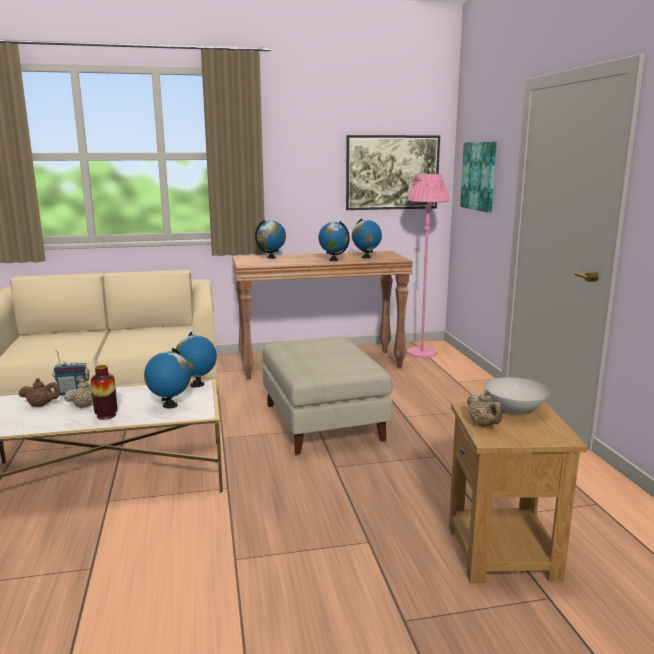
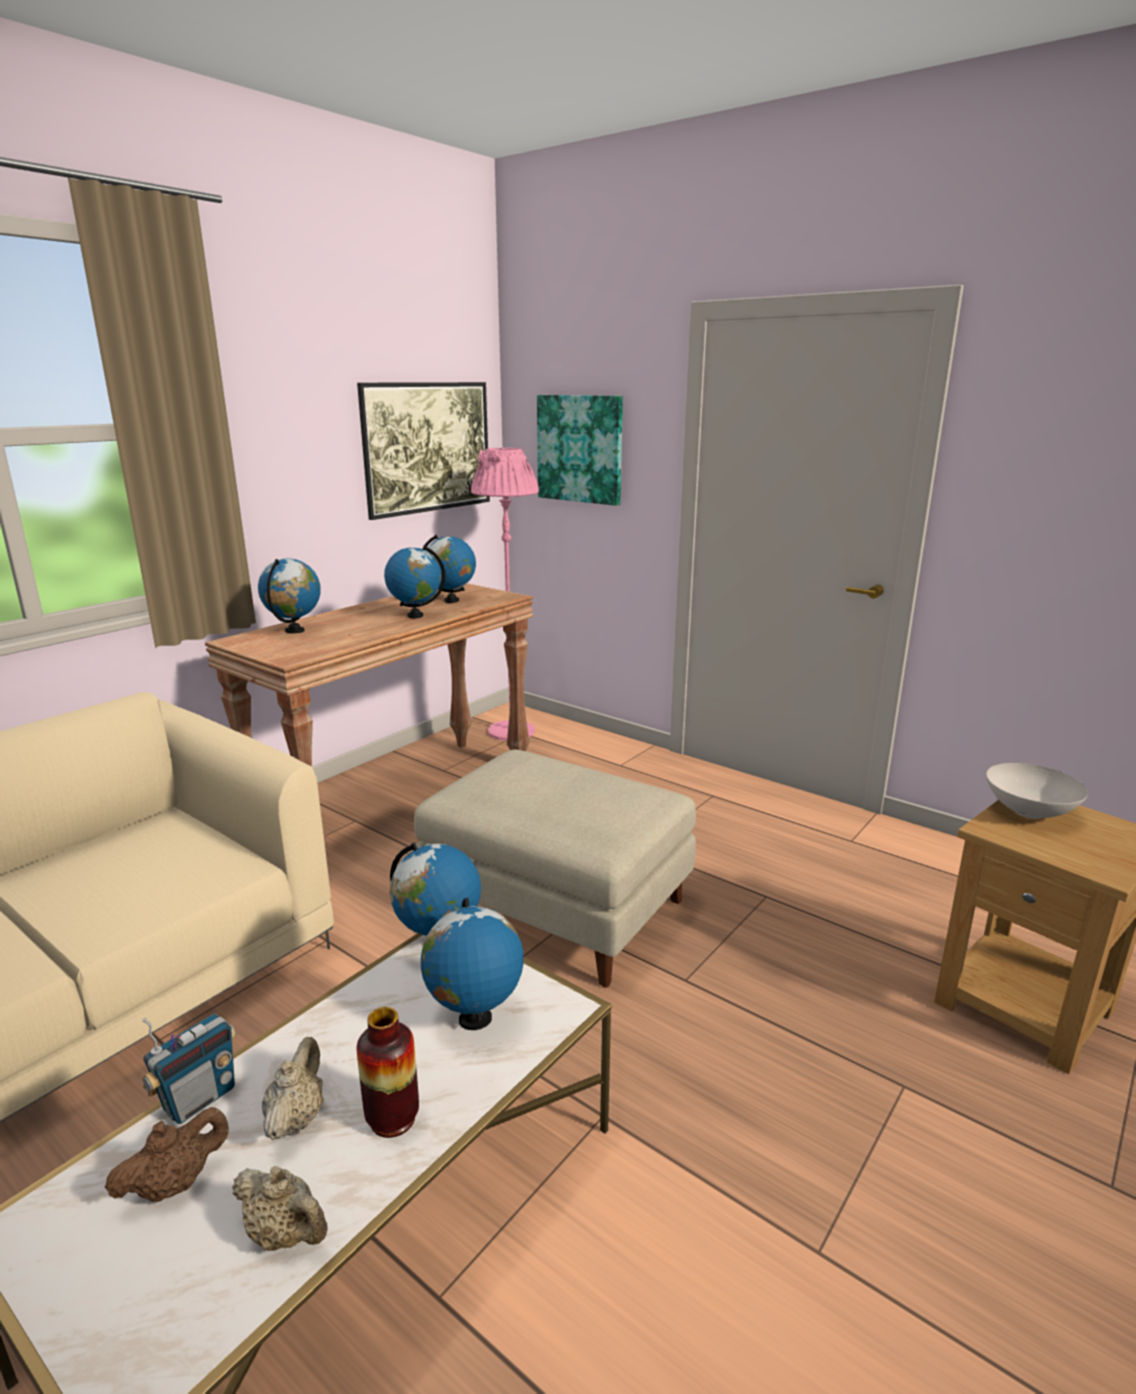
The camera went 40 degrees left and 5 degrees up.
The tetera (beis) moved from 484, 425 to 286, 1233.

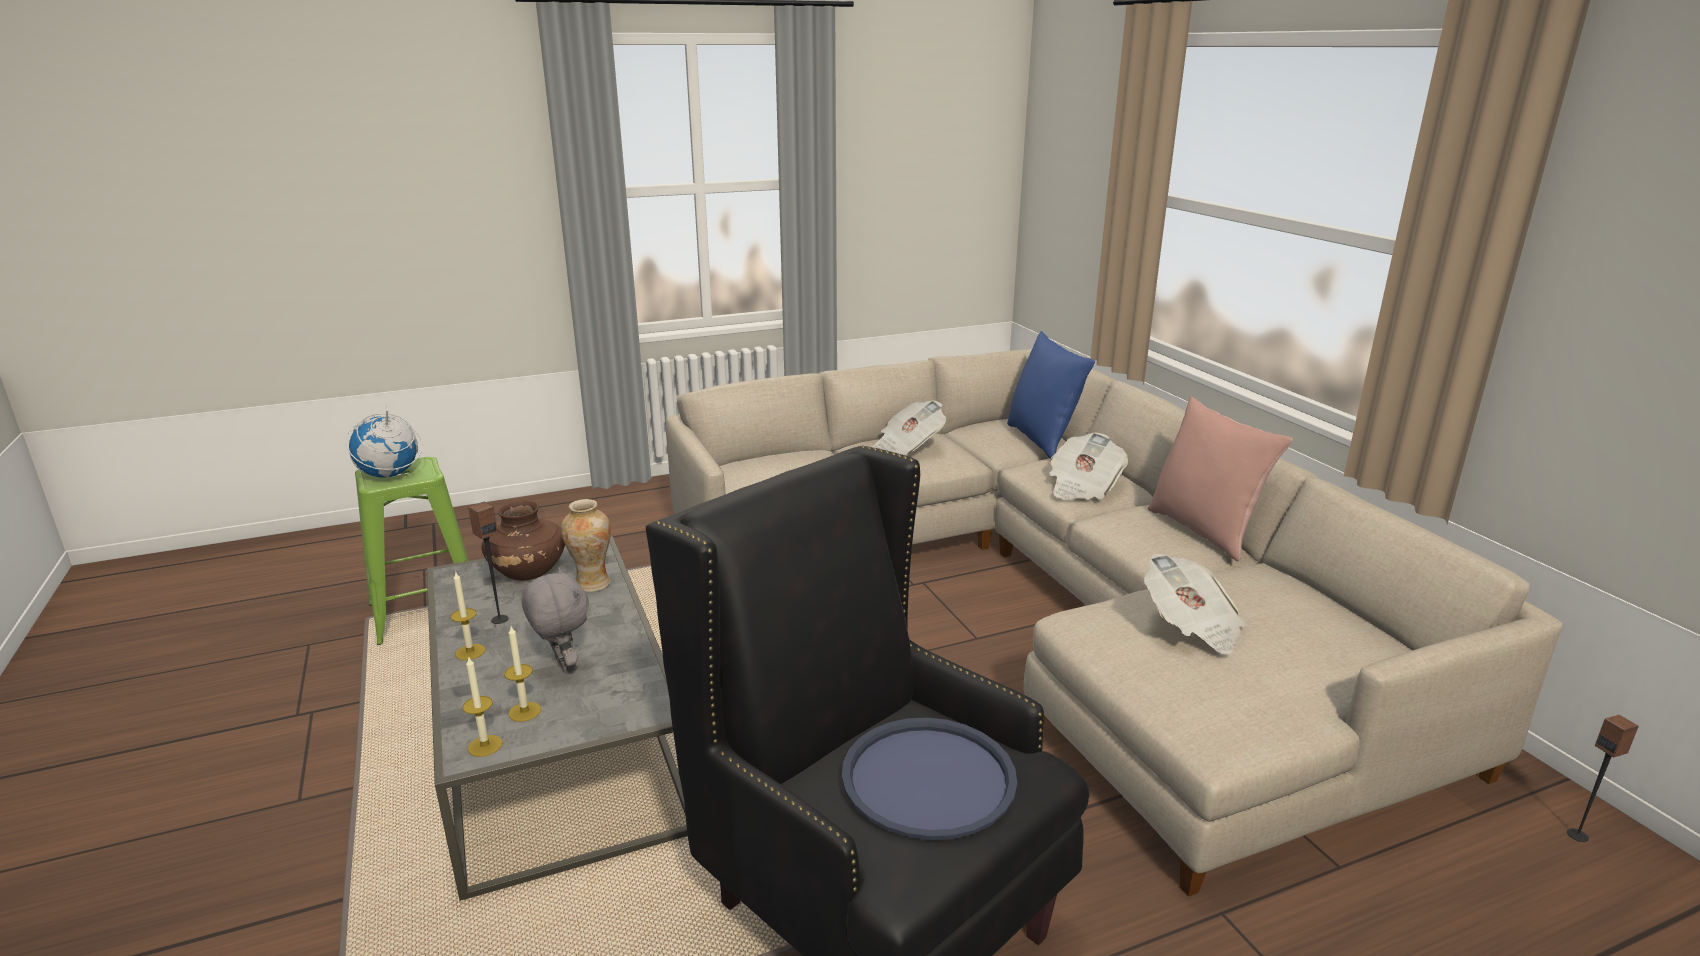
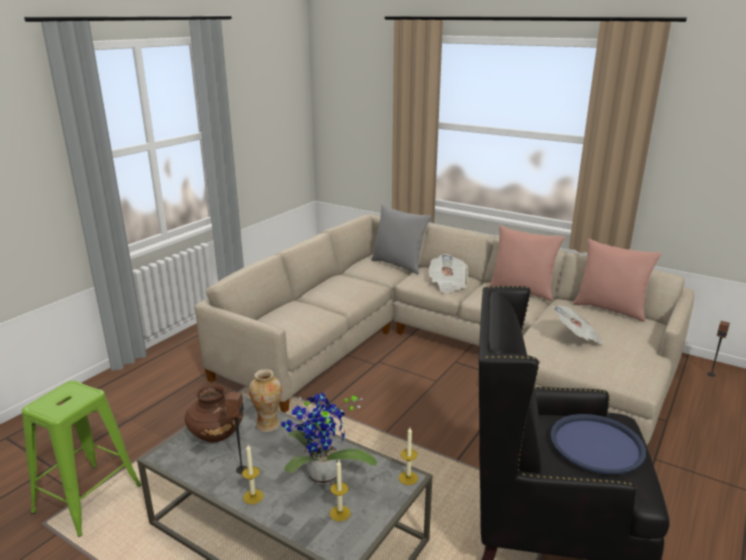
The camera went 35 degrees left and 0 degrees up.
The globo terráqueo at 389, 475 disappeared.
The vela moved from 485, 746 to 408, 478.
The peluche (gris) at 563, 666 was replaced by the planta en maceta at 322, 478.
The periódico at 907, 447 disappeared.
The cojín (azul) at 1042, 440 became the cojín (gris) at 399, 265.
The cojín (rosa) at 610, 309 appeared.

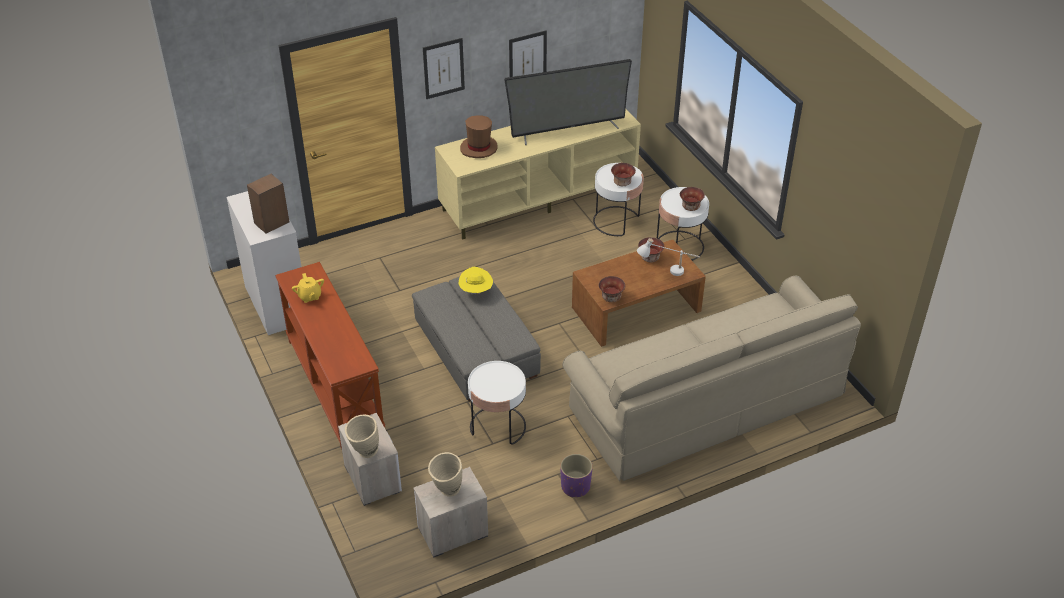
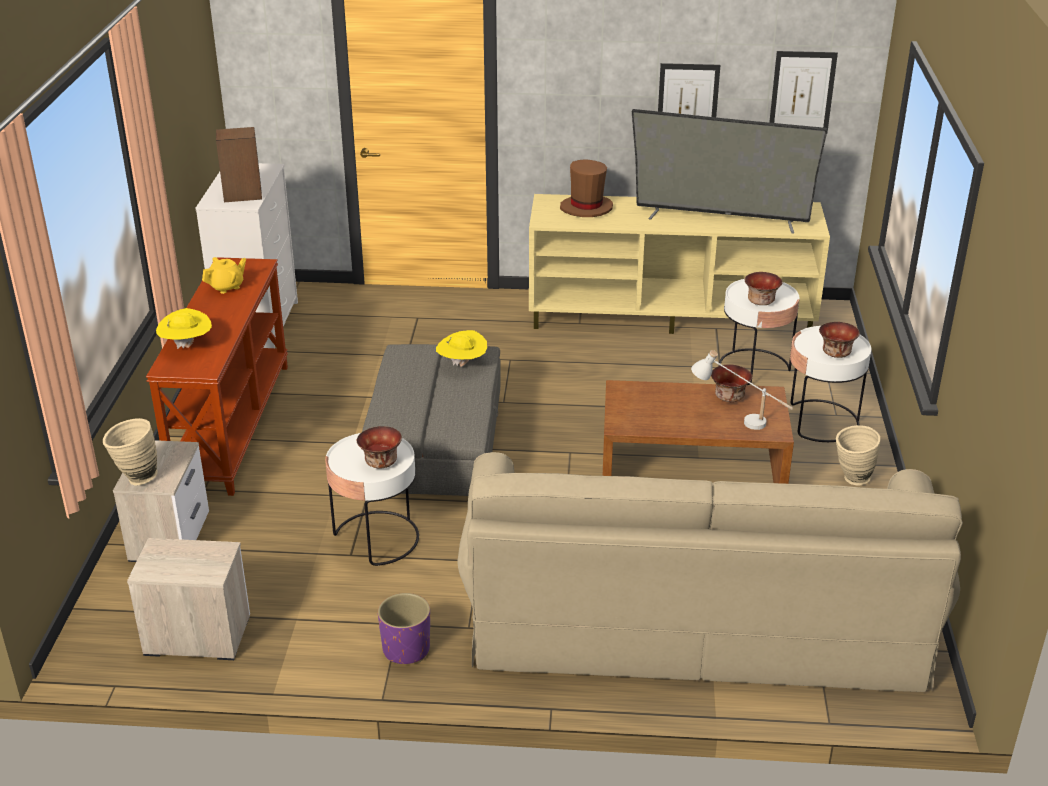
The camera went 30 degrees right and 10 degrees down.
The tetera (amarillo) at 309, 296 turned 135 degrees counterclockwise.
The cuadro moved from 443, 68 to 802, 92.
The florero (beis) moved from 447, 492 to 851, 480.
The cuenco moved from 611, 298 to 381, 463.
The sombrero (amarillo) at 187, 346 appeared.

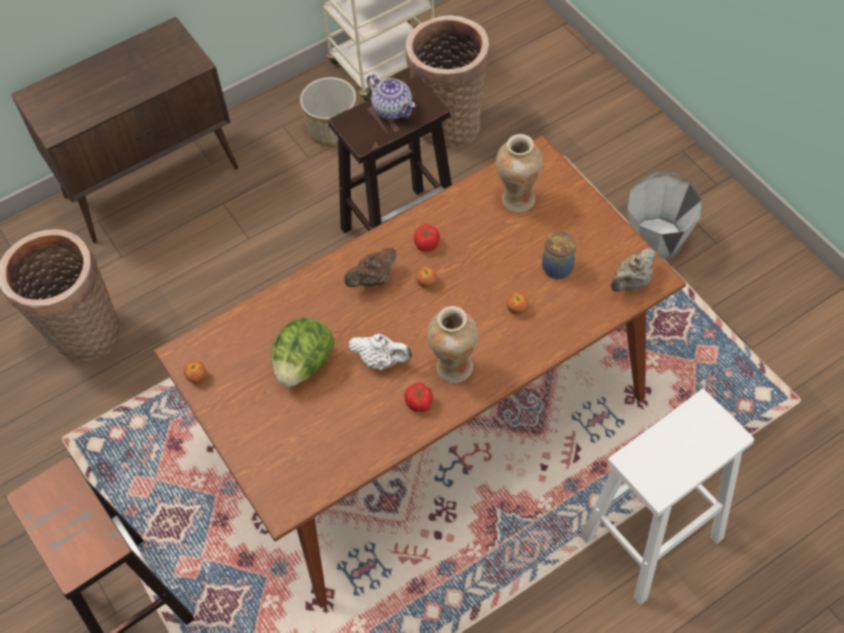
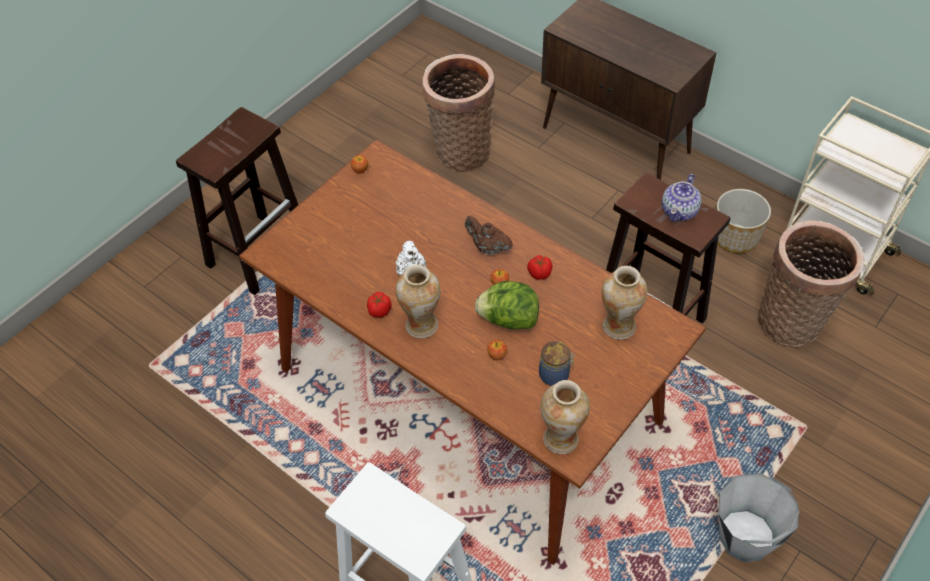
The camera went 70 degrees right and 5 degrees down.
The lechuga moved from 304, 365 to 508, 320.
The tetera (beis) at 631, 282 was replaced by the florero at 561, 438.

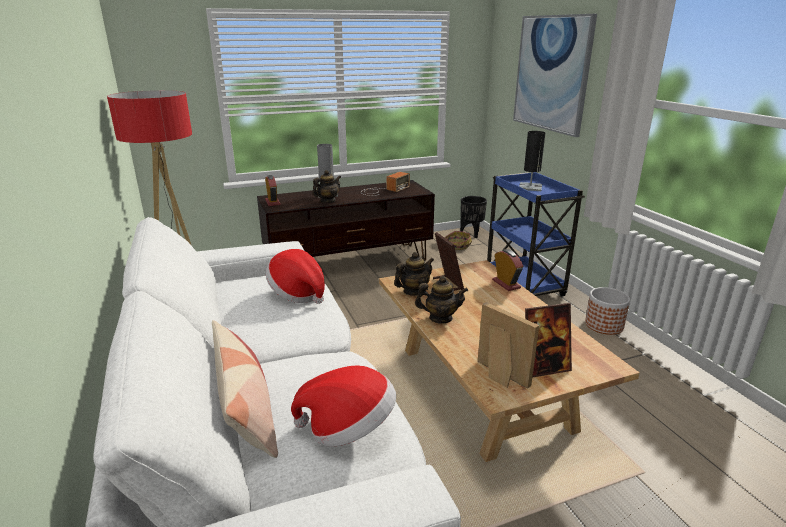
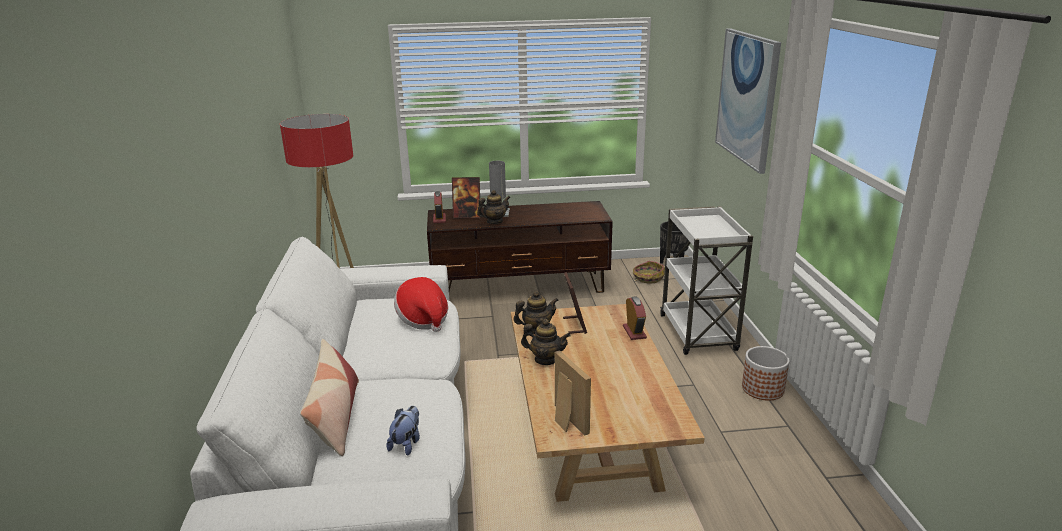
The camera went 15 degrees right and 0 degrees up.
The sombrero at 348, 428 was replaced by the peluche at 406, 443.
The radio at 383, 190 disappeared.
The carrito (azul) at 524, 286 became the carrito (blanco) at 698, 334.
The lámpara de mesa (negro) at 530, 187 disappeared.
The portarretratos moved from 544, 368 to 467, 216.

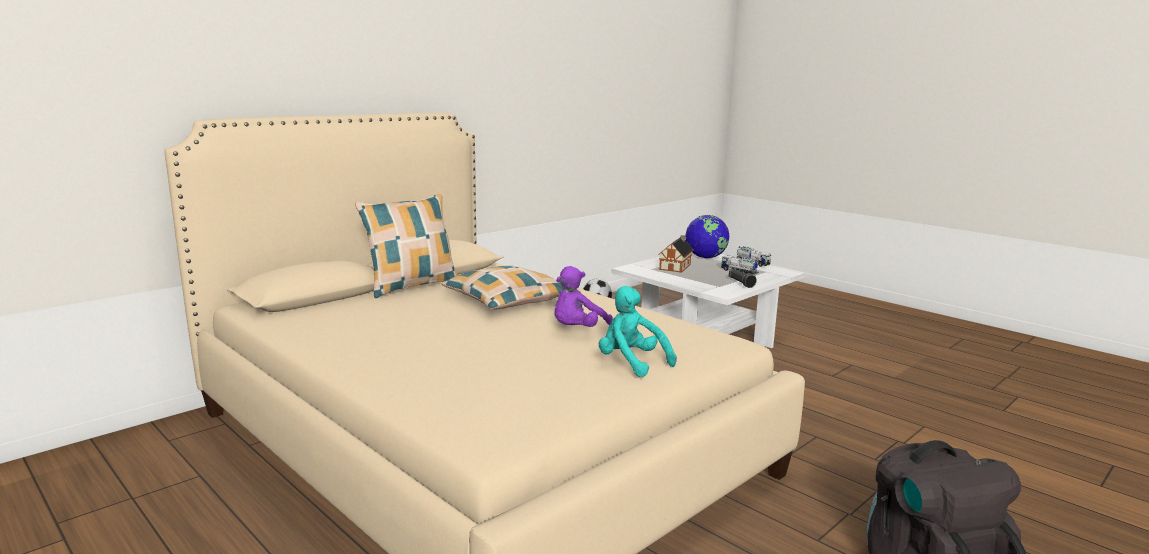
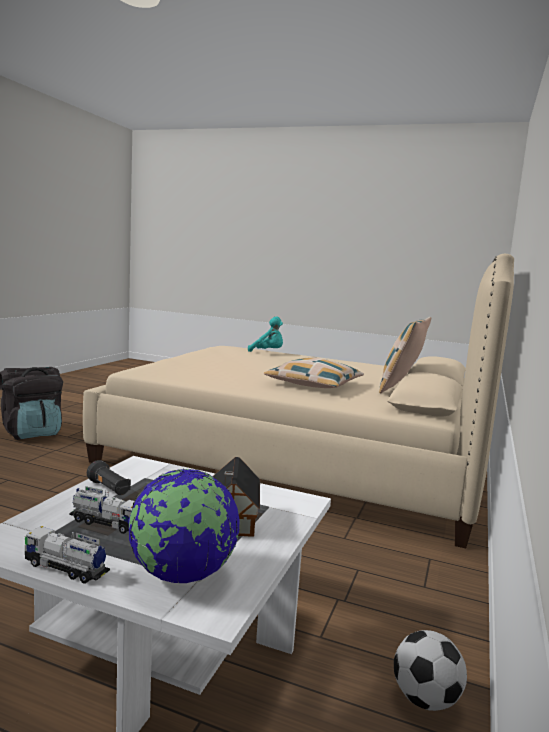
The camera went 155 degrees right and 5 degrees down.
The peluche (morado) at 577, 330 disappeared.
The peluche (turquesa) moved from 631, 363 to 268, 352.

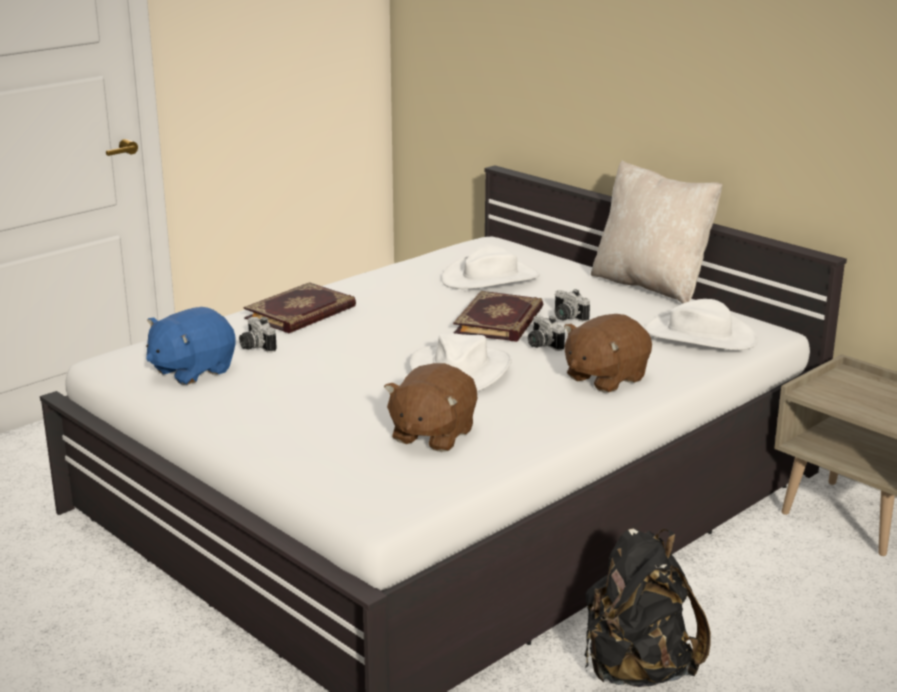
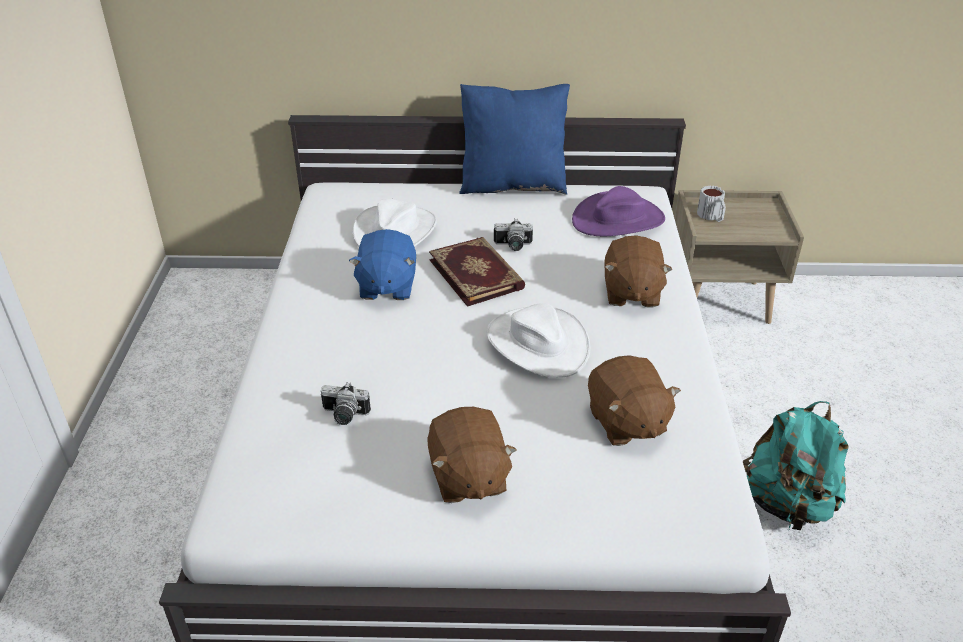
The camera went 45 degrees left and 15 degrees up.
The peluche (azul) moved from 191, 371 to 386, 286.
The libro at 301, 313 disappeared.
The cámara at 541, 345 disappeared.
The mochila (negro) at 637, 670 became the mochila (turquesa) at 787, 504.
The cojín (beis) at 651, 285 became the cojín (azul) at 513, 185.
The sombrero (blanco) at 700, 336 became the sombrero (morado) at 618, 219.
The peluche (marrón) at 468, 477 appeared.
The taza grande at 711, 216 appeared.

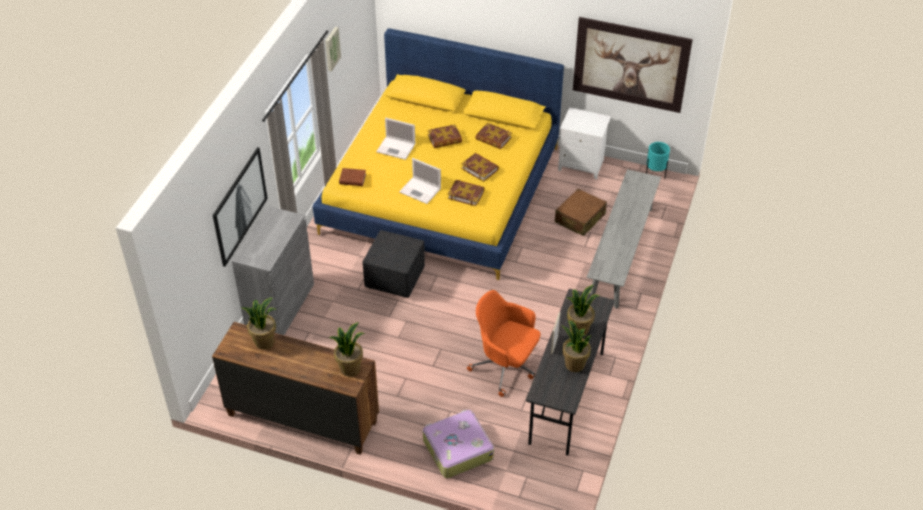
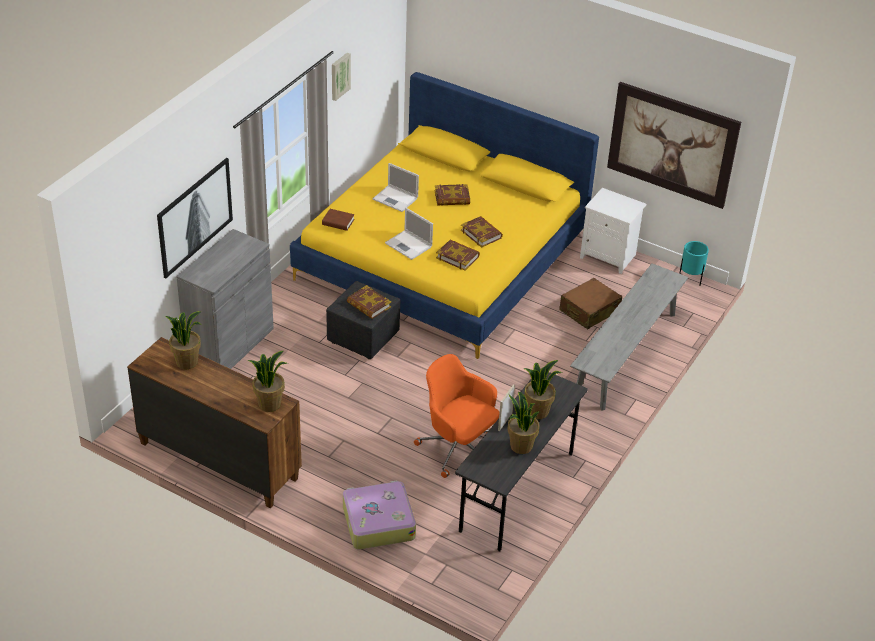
The camera went 10 degrees right and 5 degrees down.
The libro moved from 493, 138 to 368, 305.

